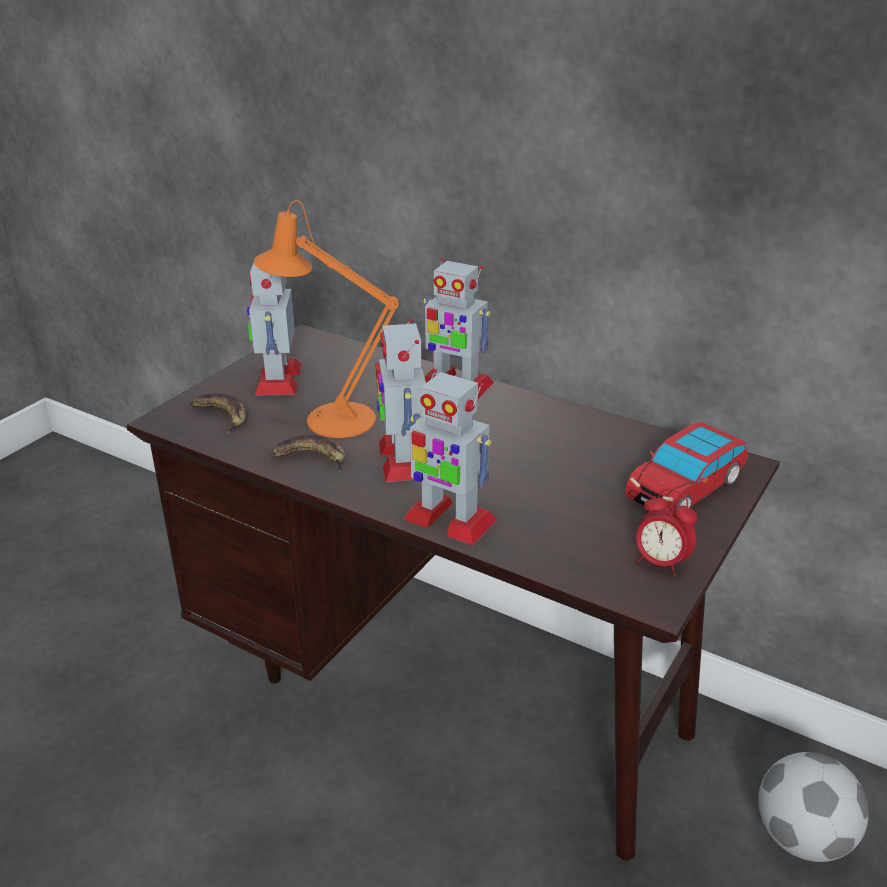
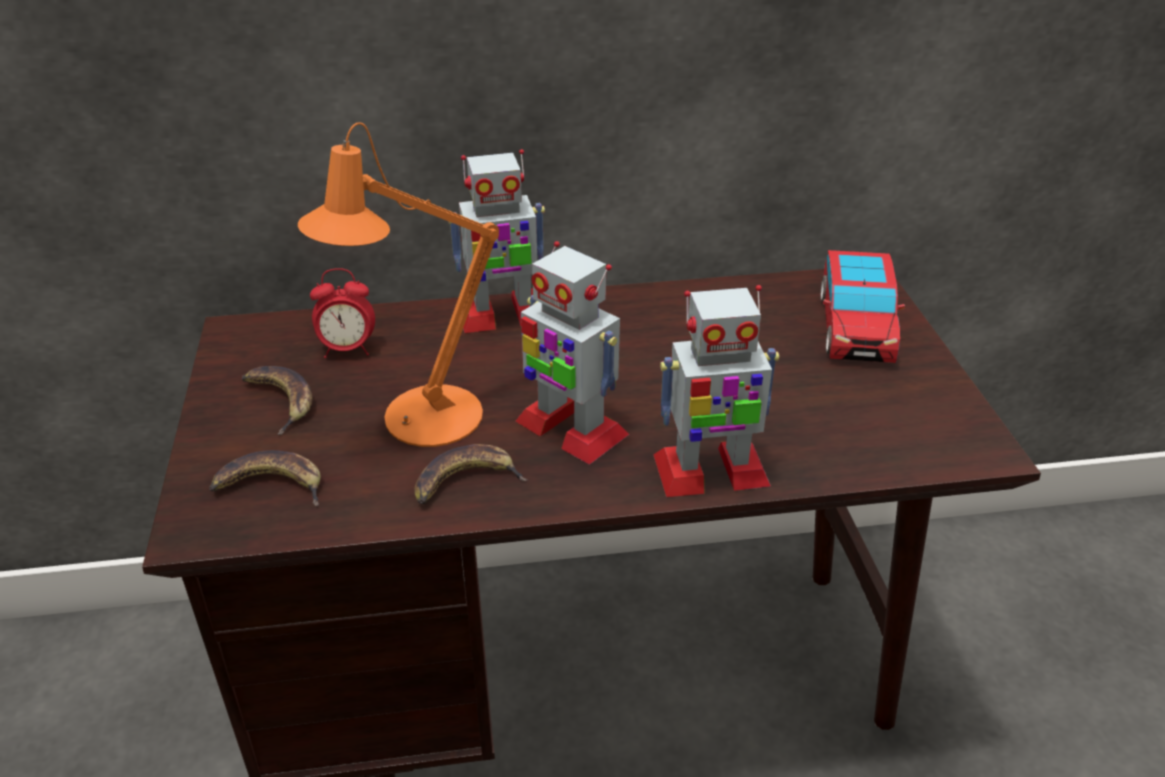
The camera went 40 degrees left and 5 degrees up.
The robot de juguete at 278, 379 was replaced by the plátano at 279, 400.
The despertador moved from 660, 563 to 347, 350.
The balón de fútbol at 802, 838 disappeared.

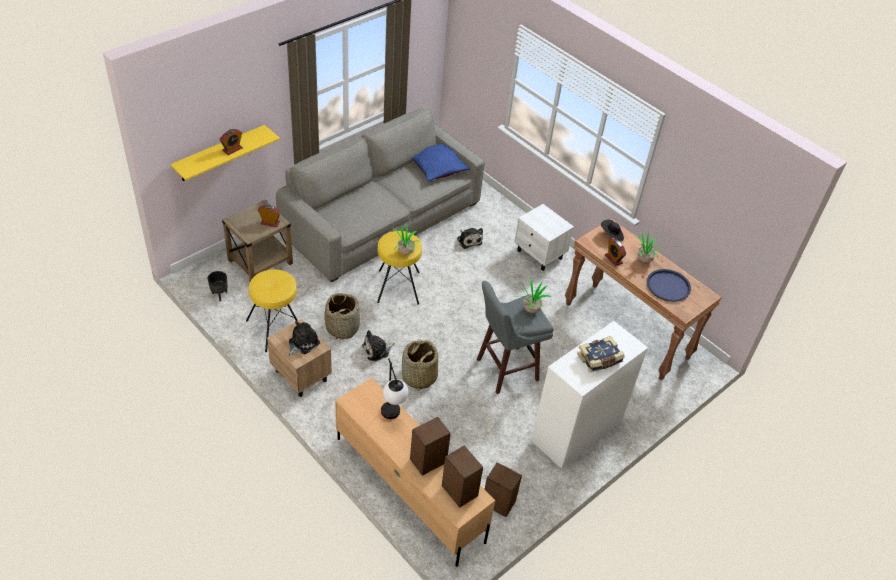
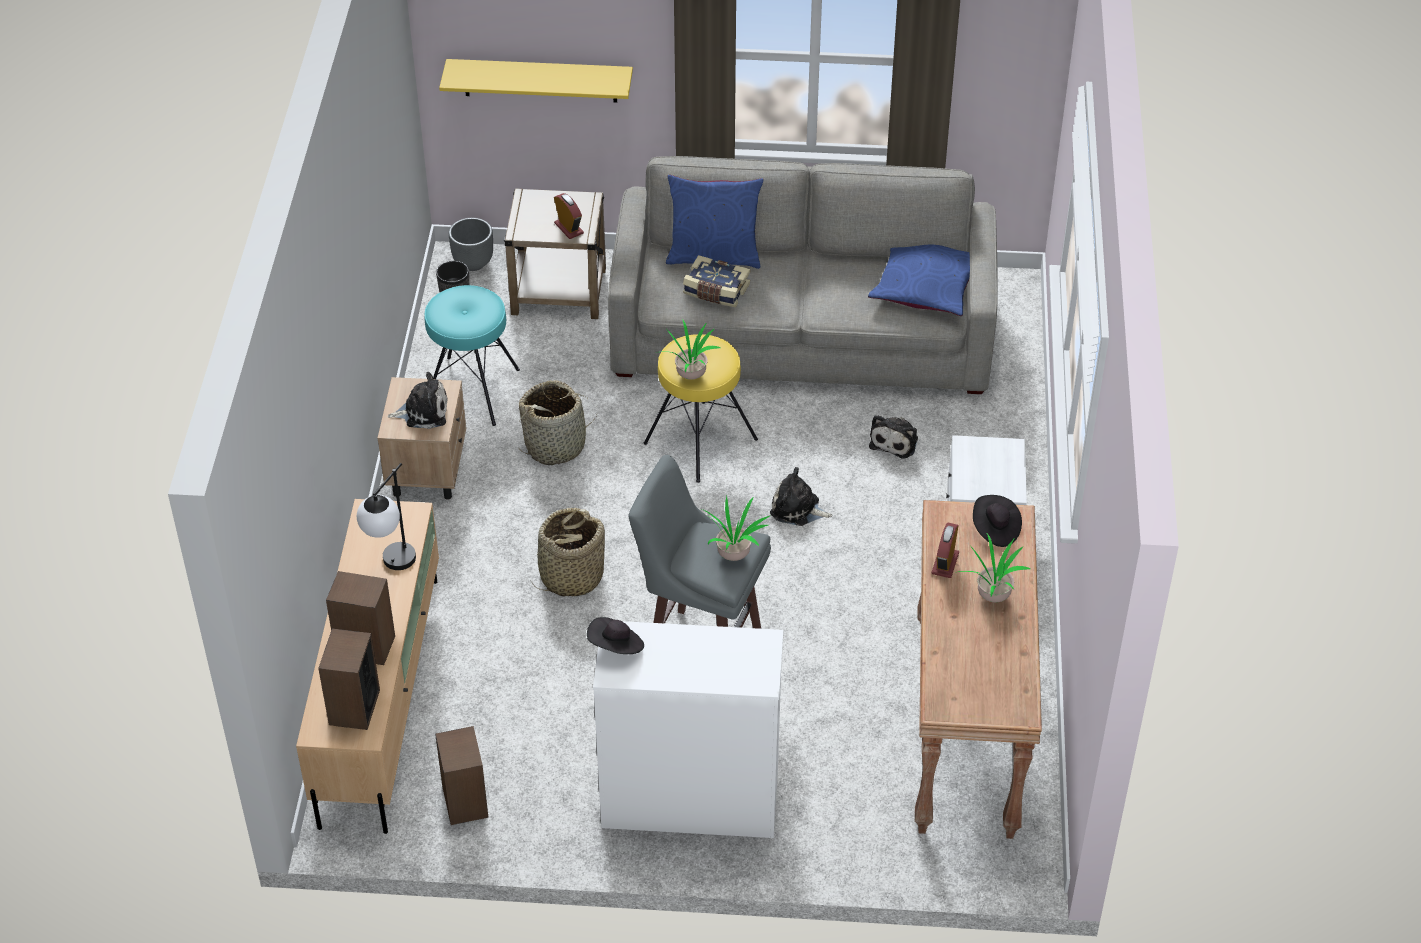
The camera went 50 degrees right and 0 degrees up.
The despertador at 232, 149 disappeared.
The taburete (amarillo) at 276, 328 became the taburete (turquesa) at 472, 391.
The peluche moved from 377, 350 to 797, 509.
The libro moved from 600, 360 to 716, 291.
The bandeja (azul) at 668, 286 disappeared.
The maceta (gris) at 473, 263 appeared.
The sombrero (negro) at 616, 647 appeared.
The cojín (azul) at 714, 255 appeared.

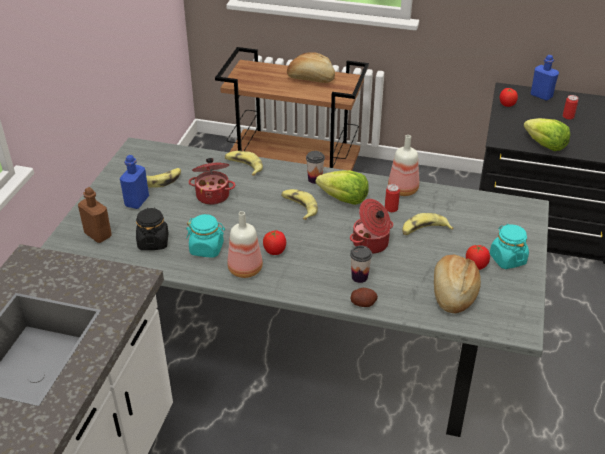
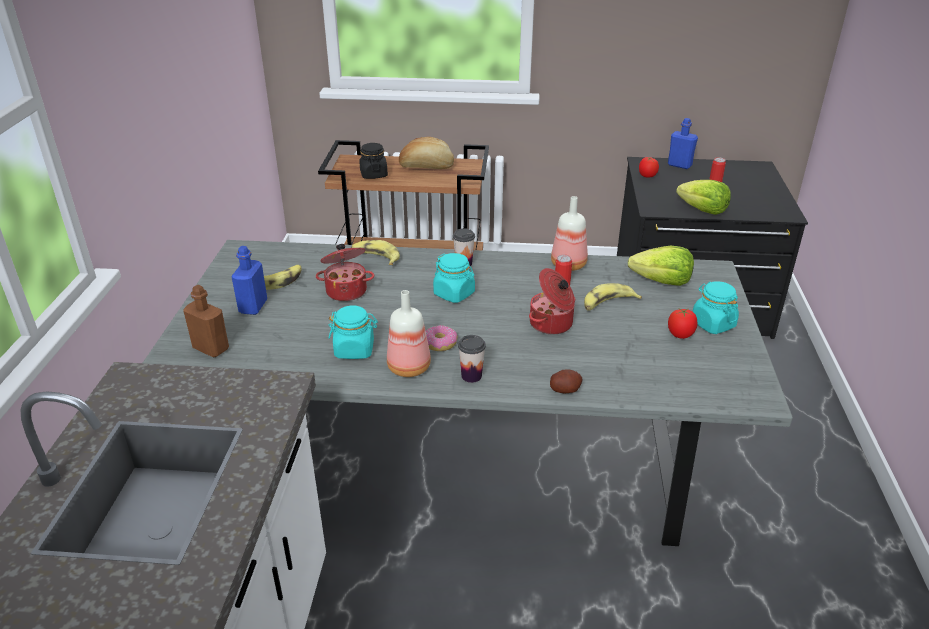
The camera went 10 degrees left and 5 degrees down.
The tarro (negro) moved from 153, 242 to 373, 174.
The tomate at 275, 251 was replaced by the rosquilla at 439, 343.
The plátano at 299, 207 was replaced by the tarro (turquesa) at 454, 294.
The lechuga moved from 343, 199 to 662, 282.
The taza moved from 359, 277 to 471, 376.
The pan at 452, 292 disappeared.

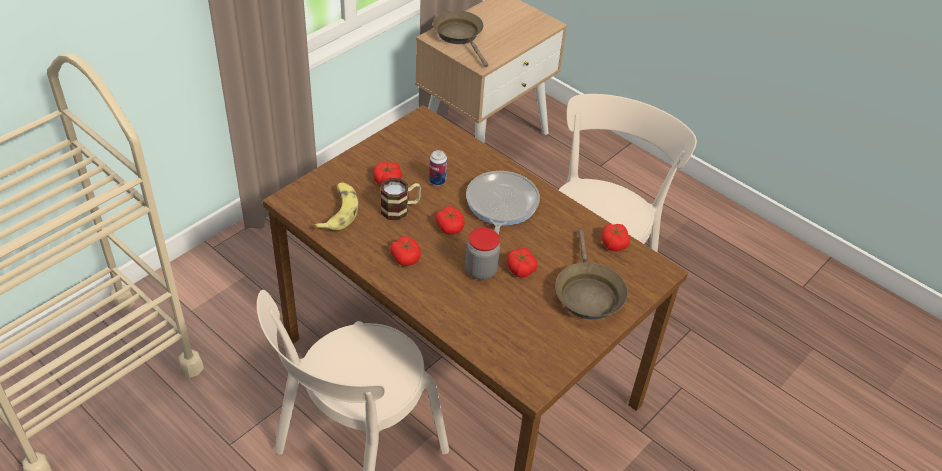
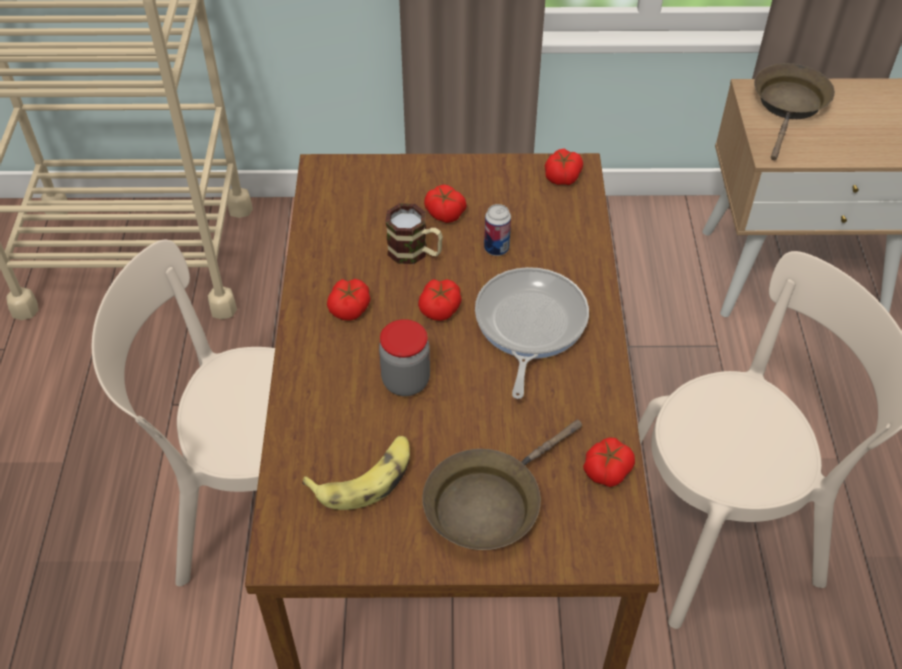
The camera went 50 degrees right and 5 degrees up.
The plátano moved from 339, 211 to 365, 478.
The sartén at 500, 206 turned 45 degrees counterclockwise.
The tomate moved from 520, 268 to 562, 176.

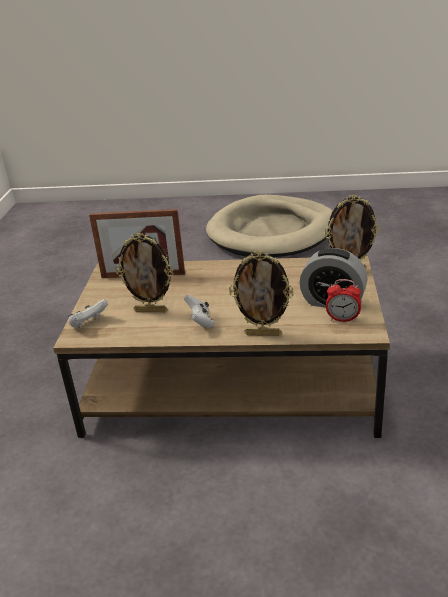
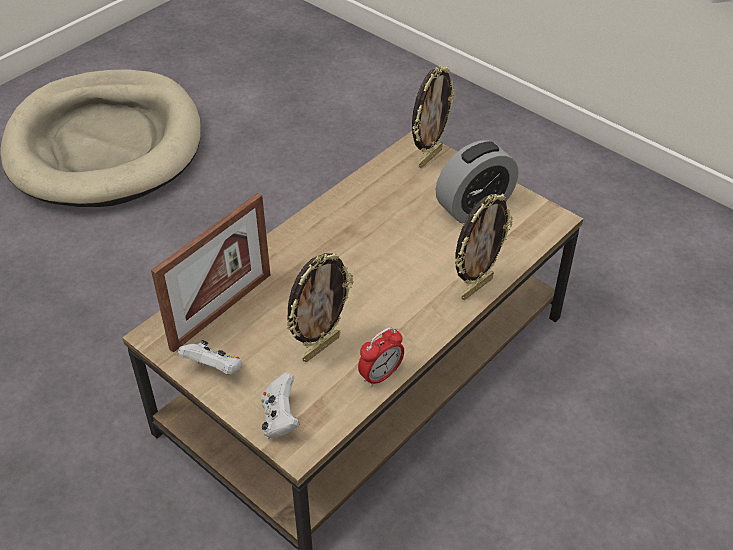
The camera went 55 degrees left and 15 degrees up.
The mando de consola (blanco) moved from 200, 322 to 215, 370.
The despertador moved from 342, 319 to 380, 375.

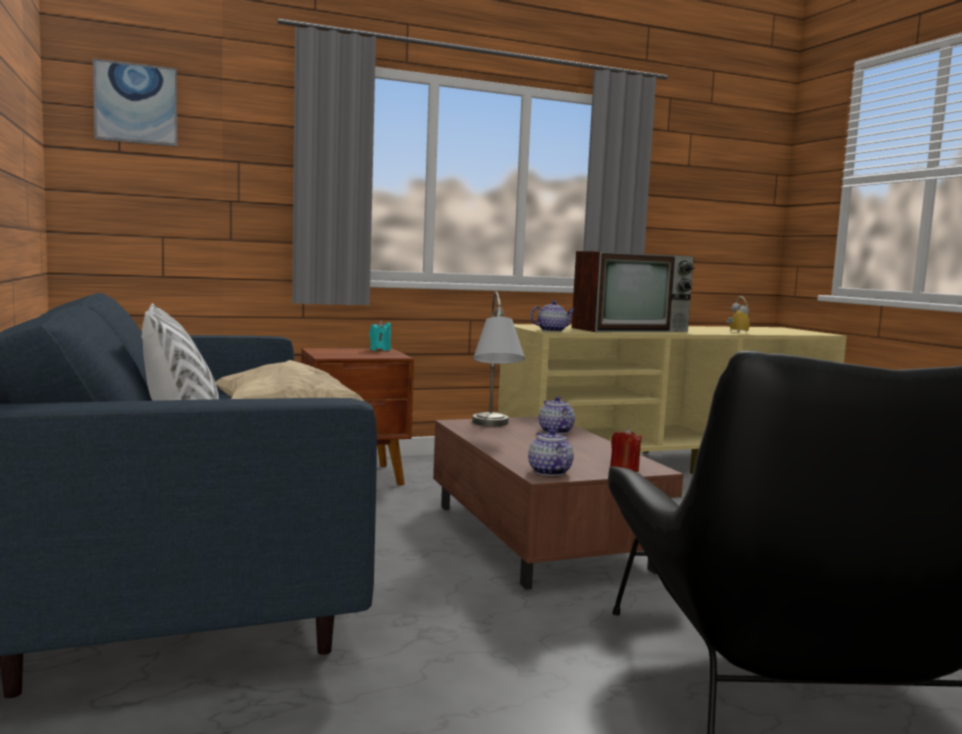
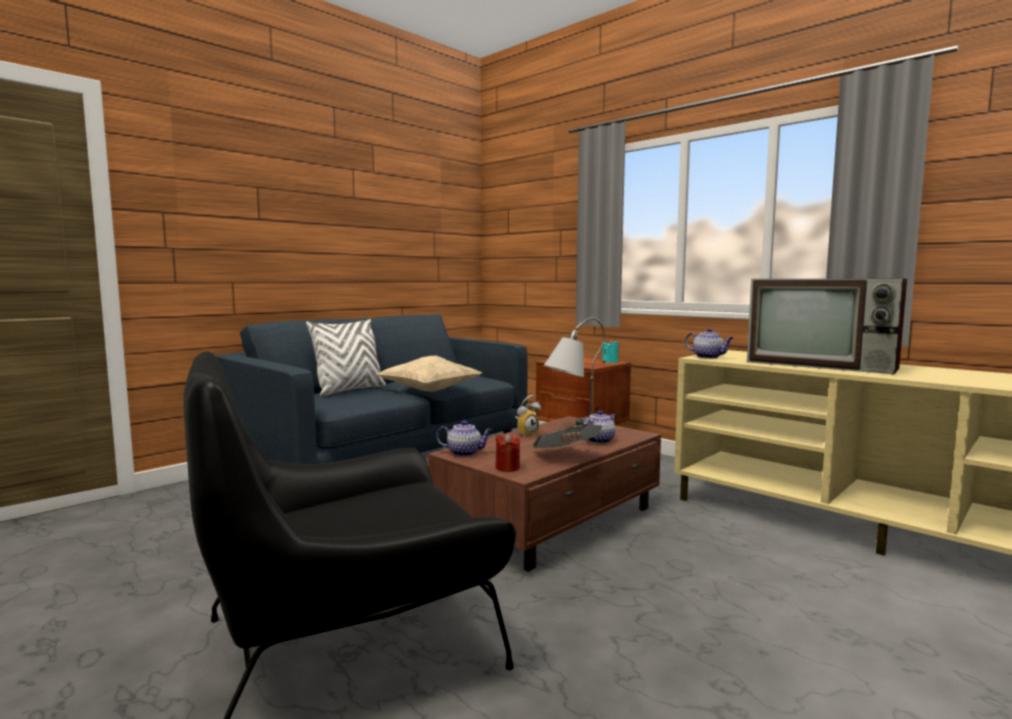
The camera went 65 degrees right and 0 degrees up.
The cuadro at 136, 104 disappeared.
The tetera at 548, 472 turned 45 degrees clockwise.
The despertador moved from 735, 332 to 526, 433.
The periódico at 566, 456 appeared.

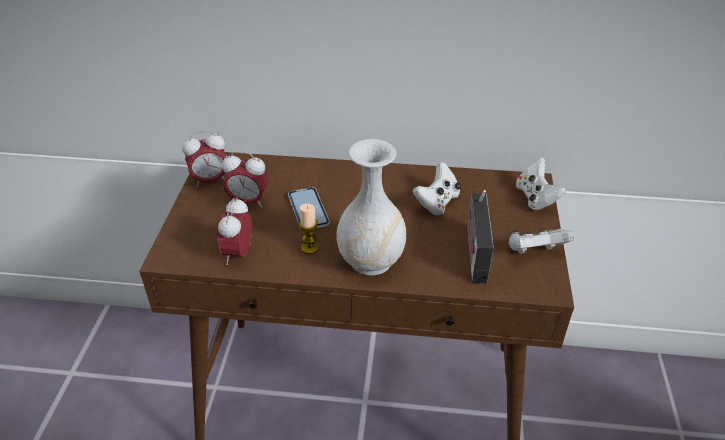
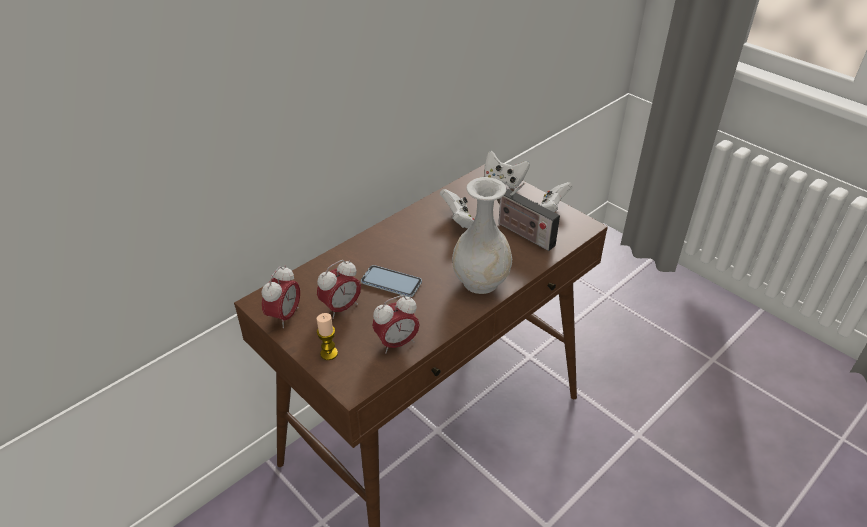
The camera went 50 degrees left and 0 degrees up.
The despertador at 238, 254 turned 75 degrees counterclockwise.
The vela moved from 310, 247 to 329, 353.

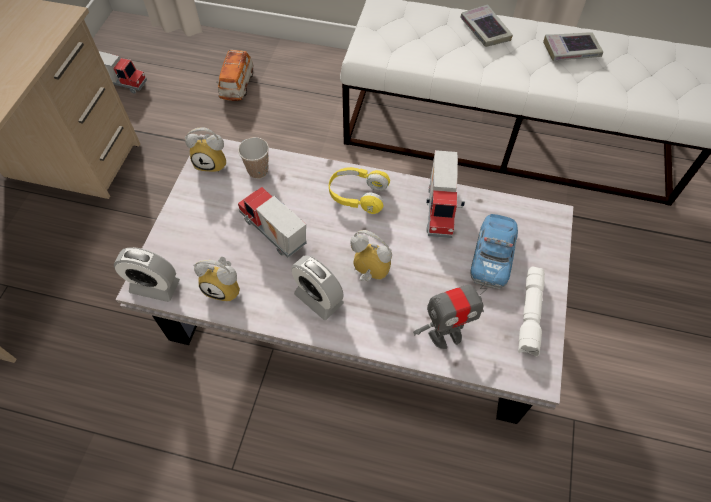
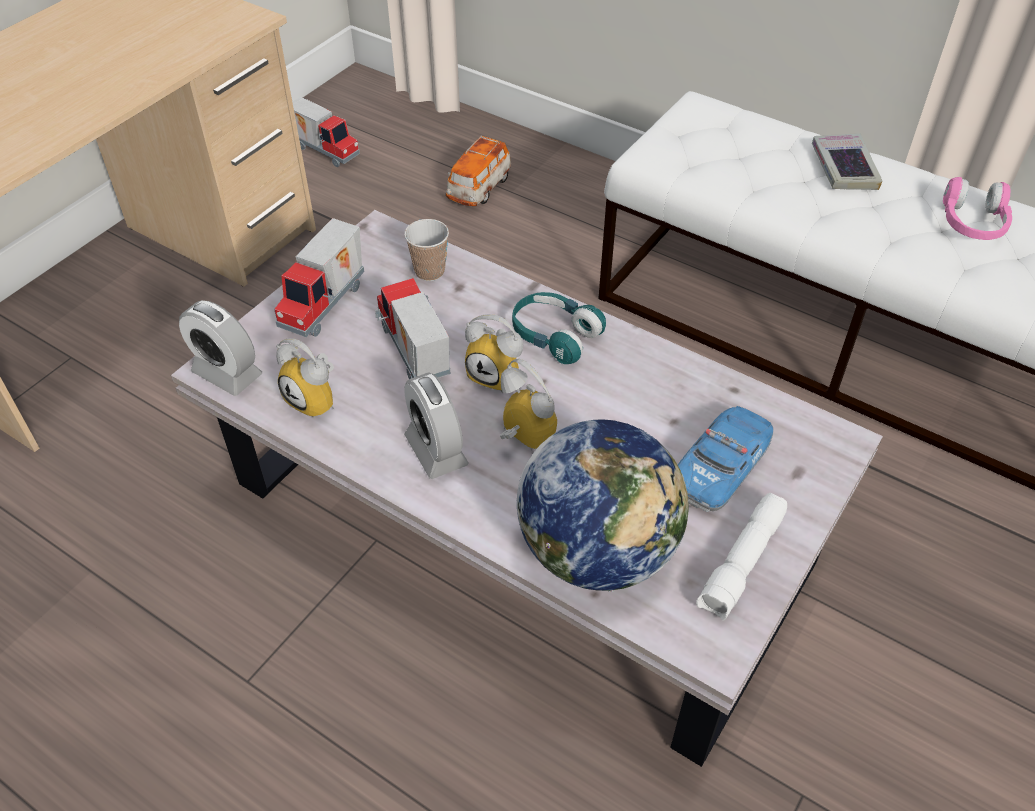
The camera went 20 degrees right and 10 degrees down.
The despertador moved from 213, 162 to 499, 375.
The auriculares (amarillo) at 358, 195 became the auriculares (turquesa) at 554, 336.
The robot de juguete at 445, 334 was replaced by the globo terráqueo at 598, 550.
The camión de juguete moved from 441, 209 to 327, 306.
The libro at 571, 50 was replaced by the auriculares (rosa) at 972, 223.

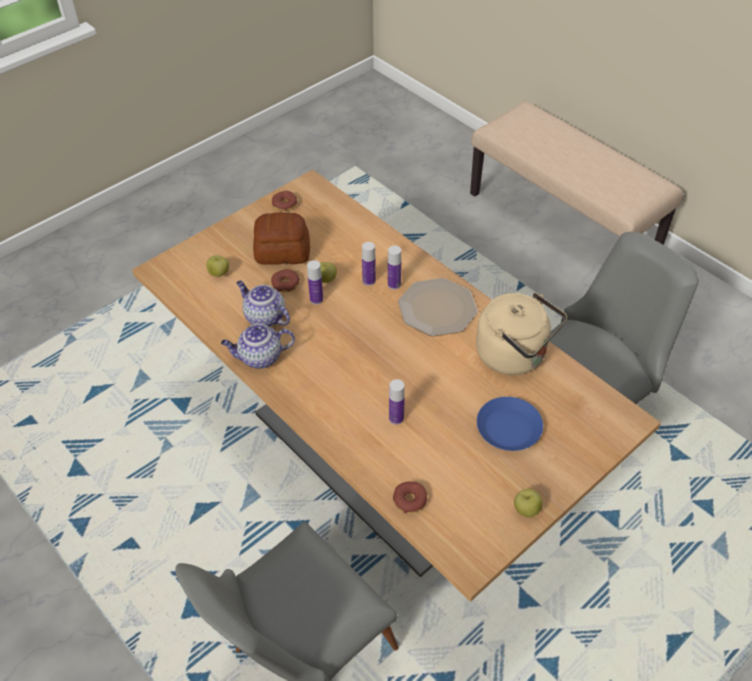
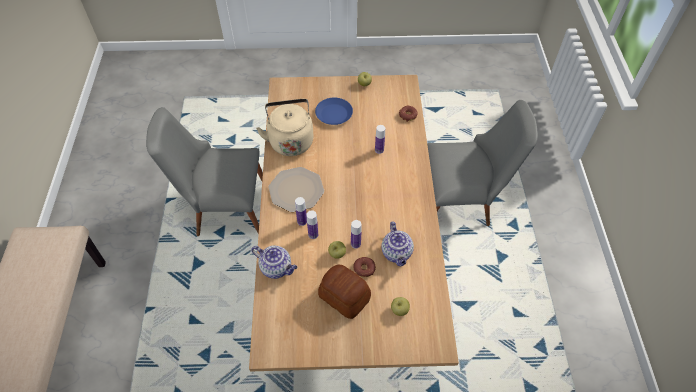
The camera went 140 degrees left and 5 degrees up.
The tetera moved from 260, 358 to 277, 268.
The rosquilla at 284, 204 disappeared.

